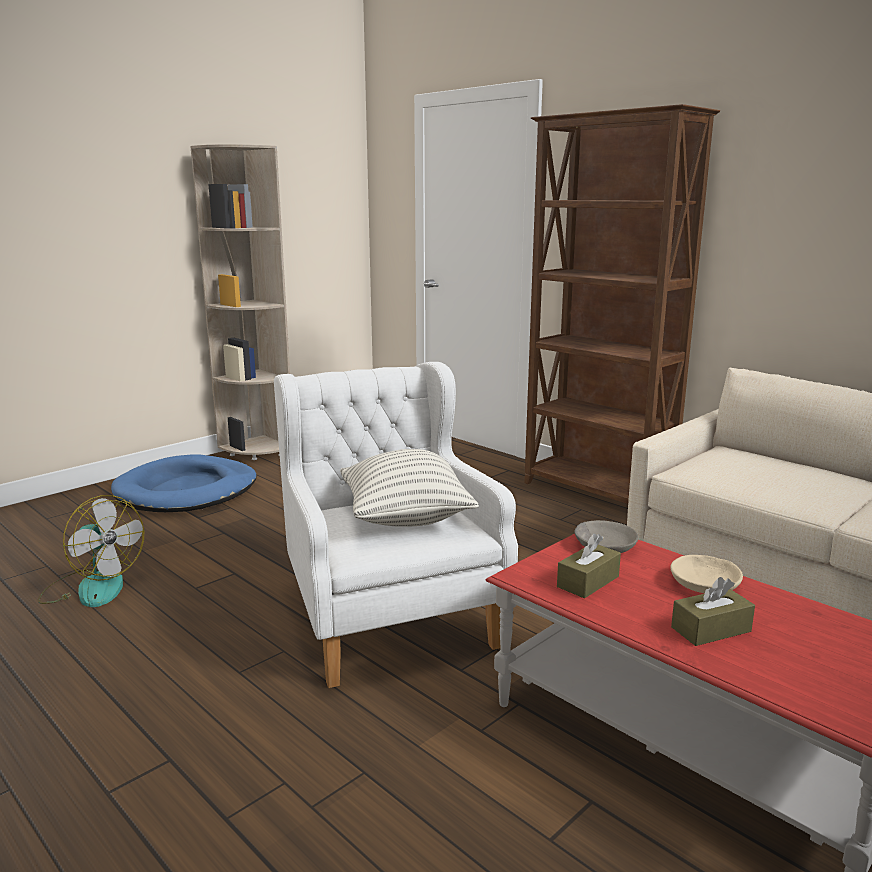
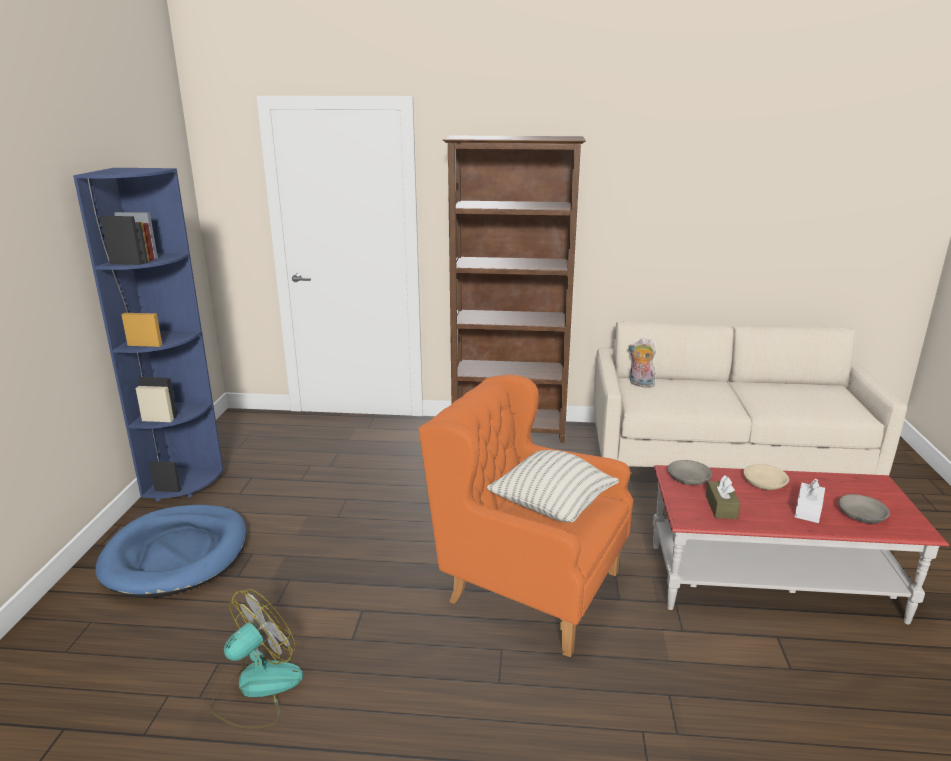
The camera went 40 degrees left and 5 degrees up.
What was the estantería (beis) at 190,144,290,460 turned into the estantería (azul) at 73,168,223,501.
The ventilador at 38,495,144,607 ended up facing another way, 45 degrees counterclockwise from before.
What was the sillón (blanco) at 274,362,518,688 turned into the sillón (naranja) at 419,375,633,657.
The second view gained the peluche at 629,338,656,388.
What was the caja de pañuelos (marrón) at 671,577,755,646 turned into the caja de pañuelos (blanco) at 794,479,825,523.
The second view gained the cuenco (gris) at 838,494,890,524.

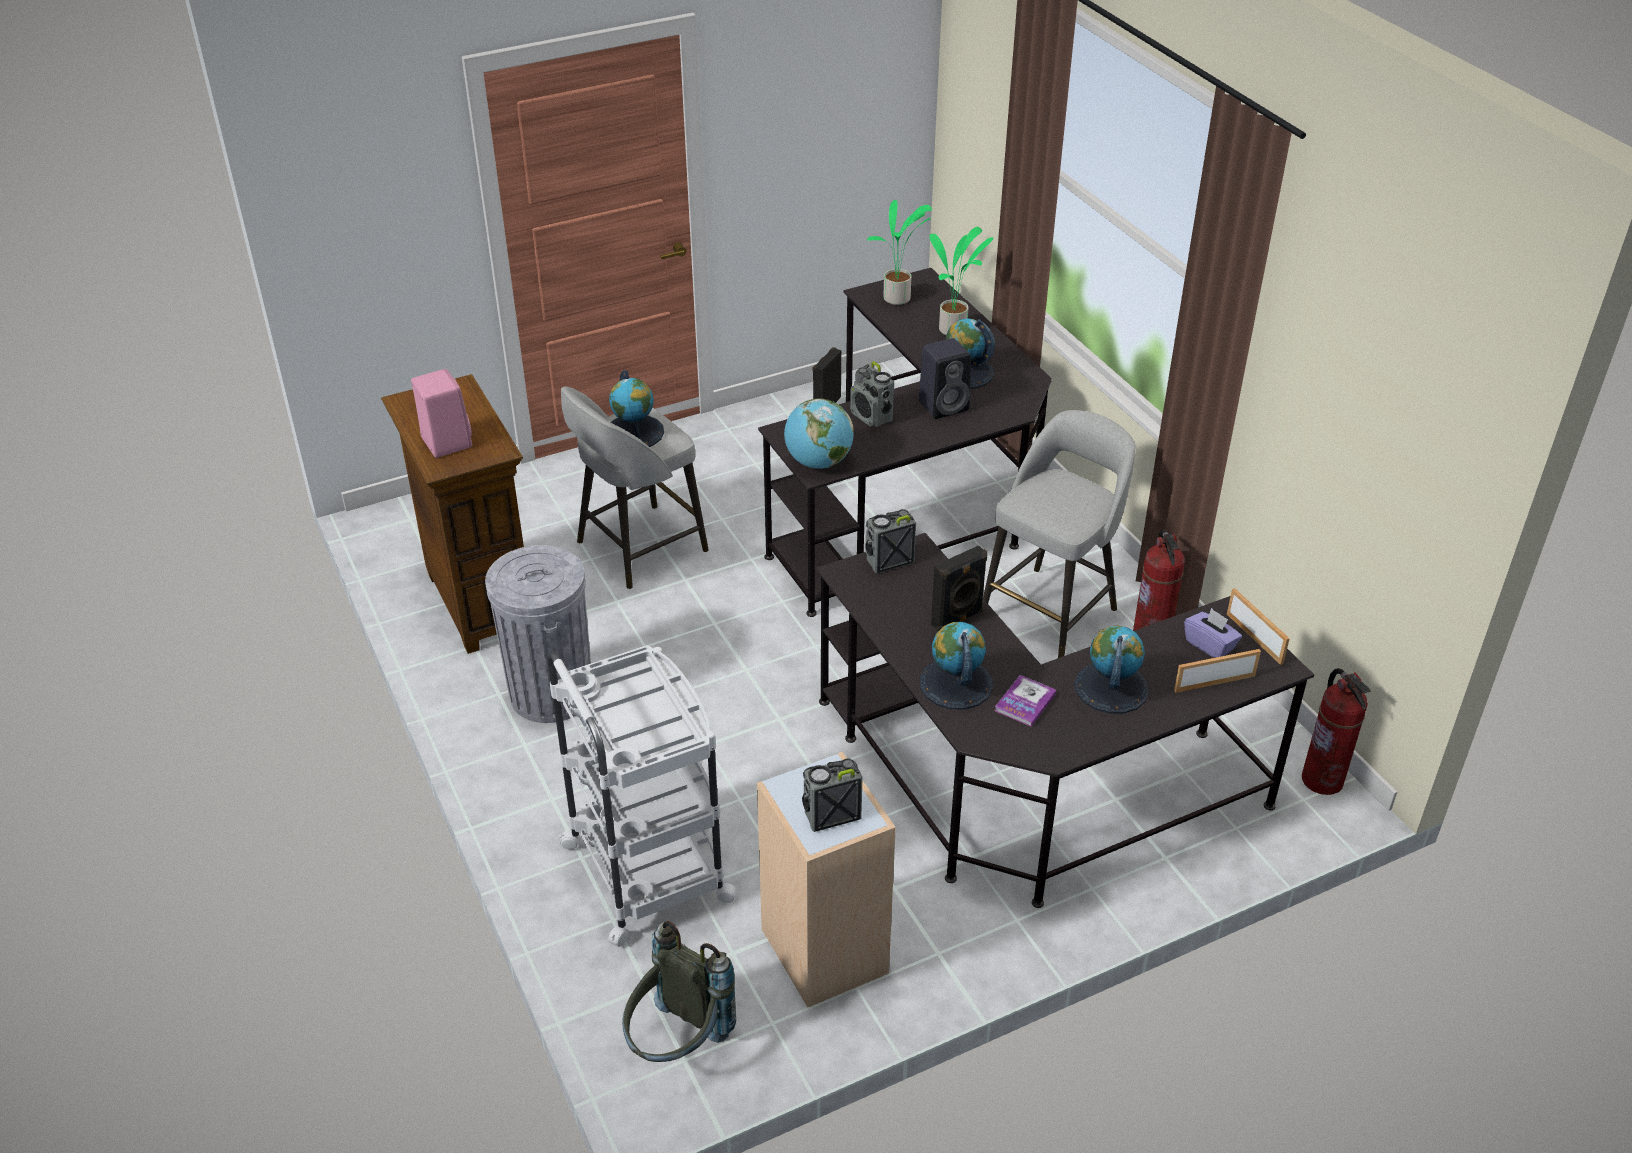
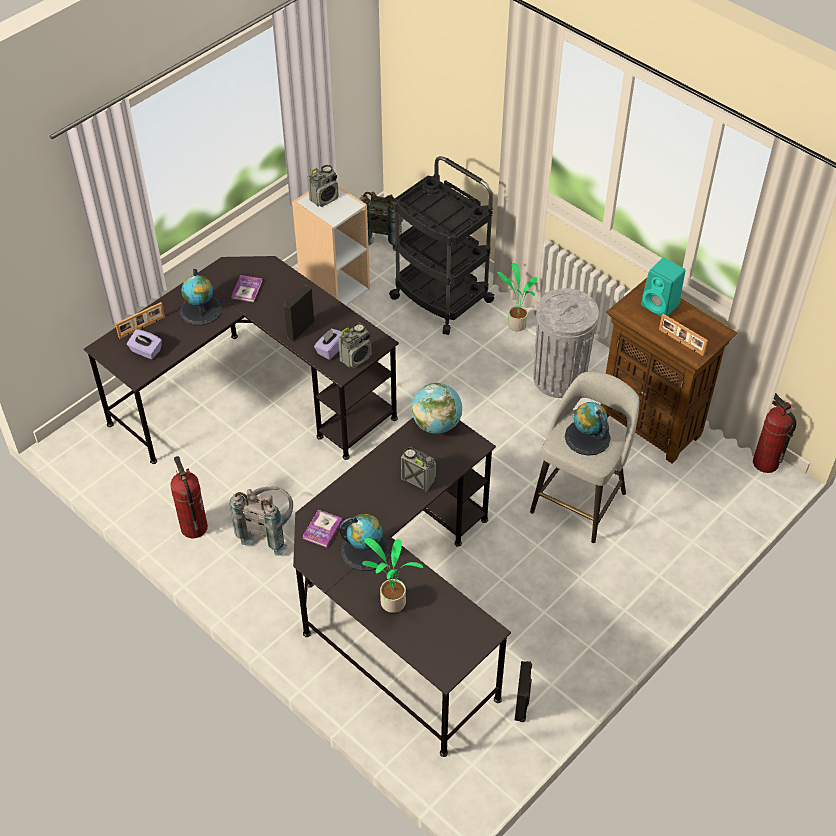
The camera went 160 degrees right and 10 degrees up.
Where the taburete (gris) stood at 983,410,1136,658, the mochila (gris) came to stand at 230,487,293,556.
The second view gained the libro at 302,510,343,548.
The second view gained the caja de pañuelos (morado) at 314,328,345,360.
What was the carrito (blanco) at 547,645,736,947 turned into the carrito (negro) at 389,156,494,335.
The planta en maceta ended up elsewhere, having gone from 867,200,932,305 to 497,263,538,331.
What was the altavoz (rosa) at 411,369,472,458 turned into the altavoz (turquesa) at 641,258,685,316.
The portarretratos ended up elsewhere, having gone from 1227,588,1290,665 to 659,314,708,356.
The extintor ended up elsewhere, having gone from 1302,668,1371,795 to 753,393,796,473.
The second view lost the altavoz (negro) at 919,338,971,419.
The second view lost the globo terráqueo at 920,622,993,709.

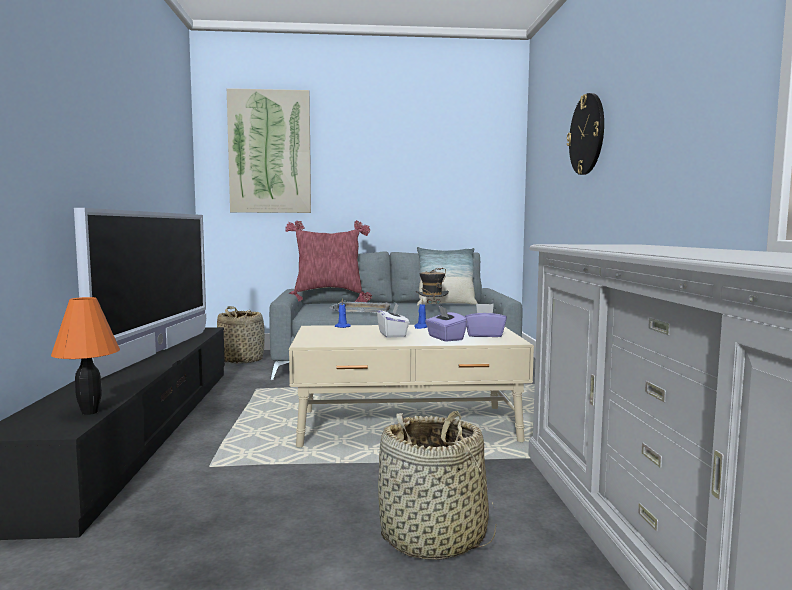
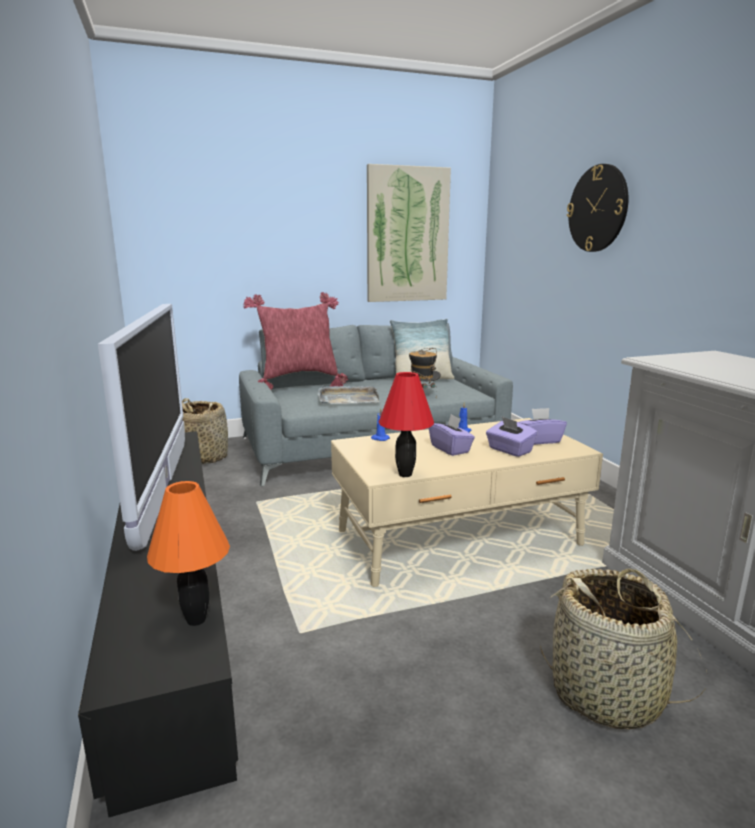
The camera went 15 degrees left and 10 degrees up.
The cuadro ended up elsewhere, having gone from 227,88,311,213 to 367,164,451,302.
The second view gained the lámpara de mesa (rojo) at 378,372,434,477.
What was the caja de pañuelos (blanco) at 377,304,410,338 turned into the caja de pañuelos (morado) at 429,414,475,456.

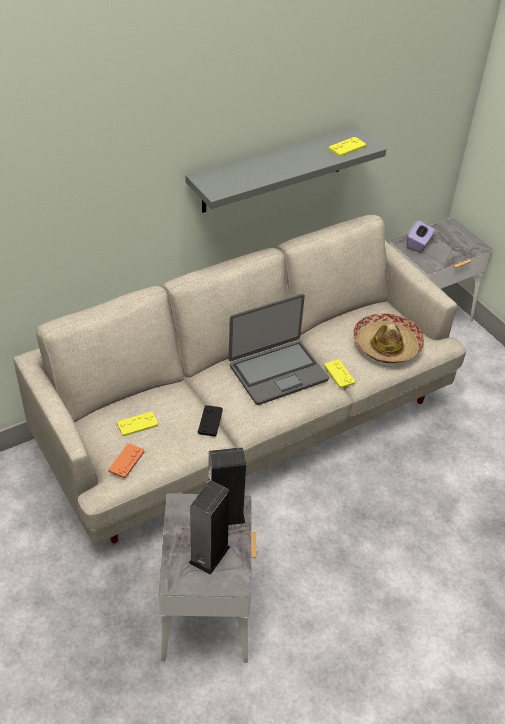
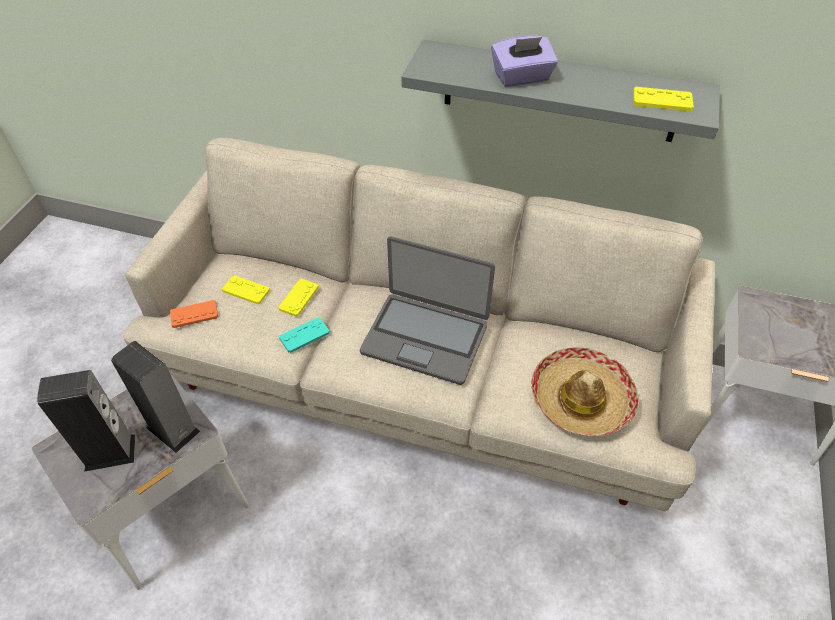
The camera went 50 degrees right and 5 degrees up.
The mando de consola (amarillo) ended up elsewhere, having gone from 324,359,355,388 to 278,279,319,317.
What was the mando de consola (negro) at 198,405,223,437 turned into the mando de consola (turquesa) at 279,317,330,353.
The caja de pañuelos (morado) ended up elsewhere, having gone from 406,220,435,253 to 491,35,558,87.

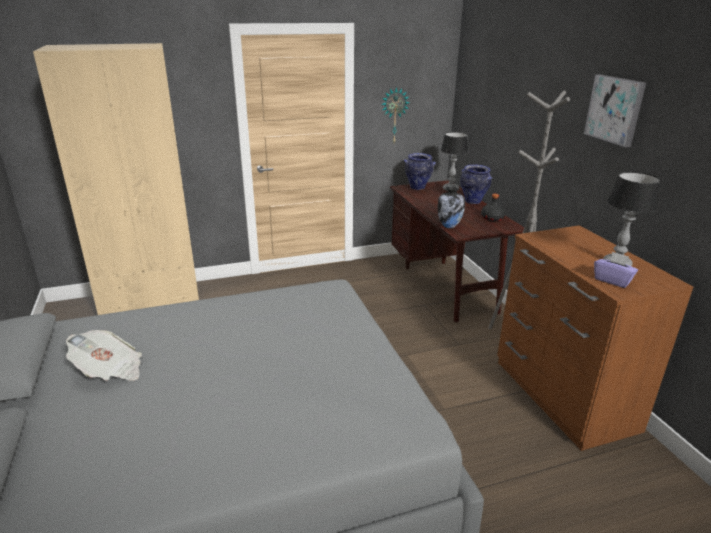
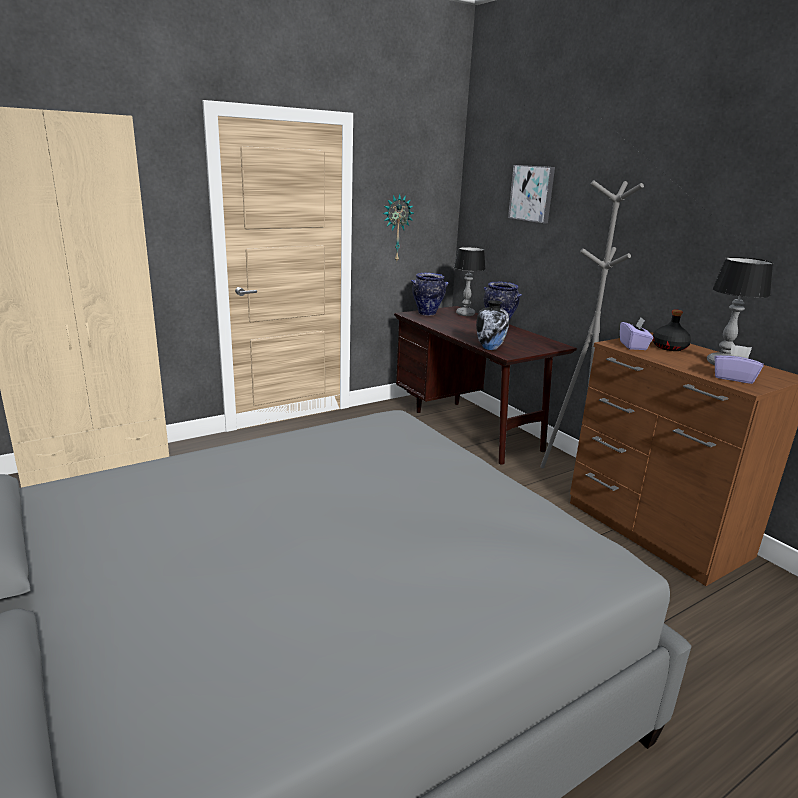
The camera went 15 degrees left and 5 degrees down.
The cuadro ended up elsewhere, having gone from 584,74,646,148 to 508,165,555,223.
The second view gained the caja de pañuelos (morado) at 620,317,653,350.
The botella (negro) ended up elsewhere, having gone from 481,194,505,221 to 653,309,691,351.
The second view lost the periódico at 66,330,142,381.

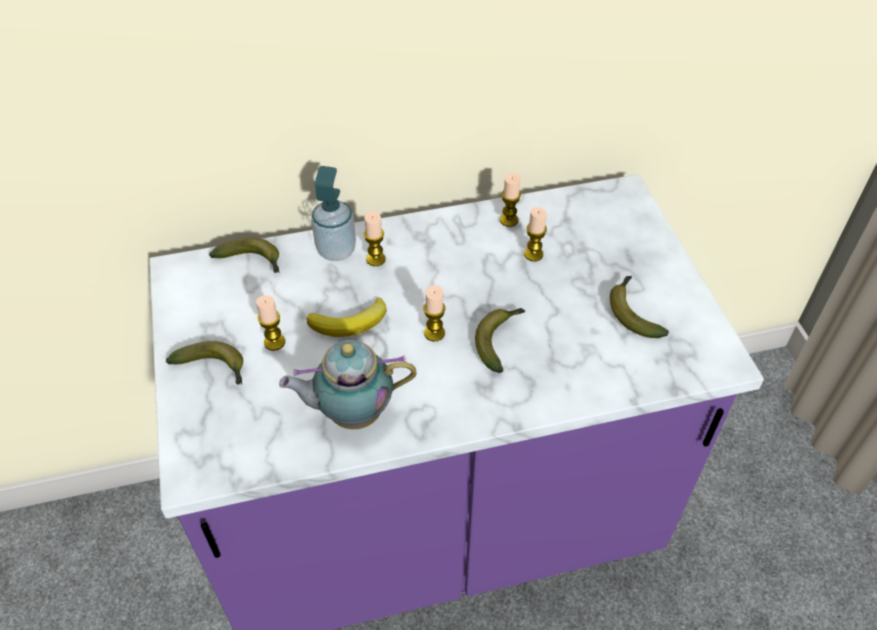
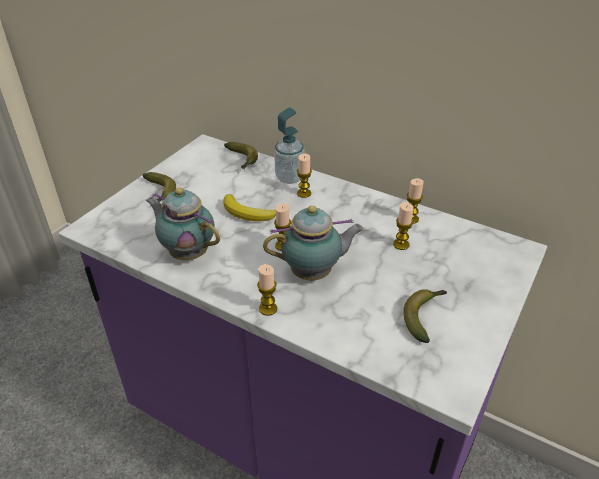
The camera went 45 degrees right and 10 degrees down.
The vela ended up elsewhere, having gone from 256,295,285,351 to 257,264,277,316.
Where the plátano stood at 475,308,525,373, the tetera came to stand at 263,206,364,280.

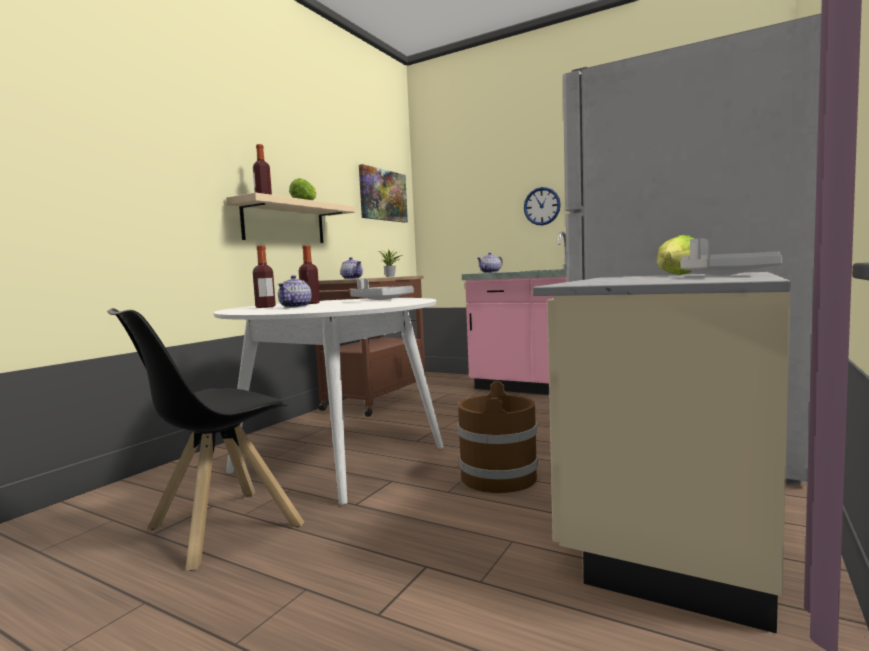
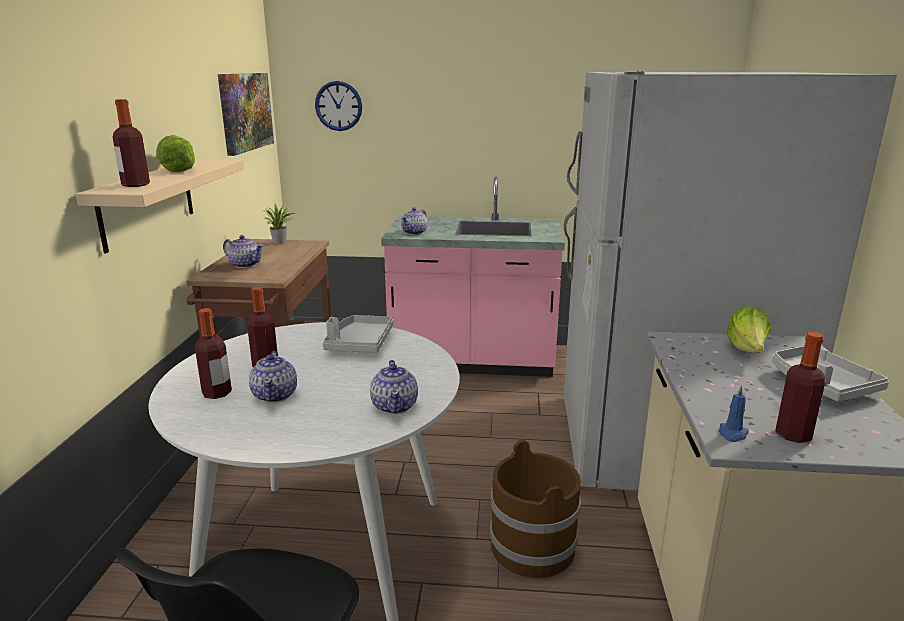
The camera went 25 degrees left and 15 degrees up.
The reloj de pared ended up elsewhere, having gone from 524,187,561,225 to 315,81,362,131.
The second view gained the tetera at 370,360,418,414.
The second view gained the vela (azul) at 719,385,749,442.
The second view gained the botella at 775,332,825,443.

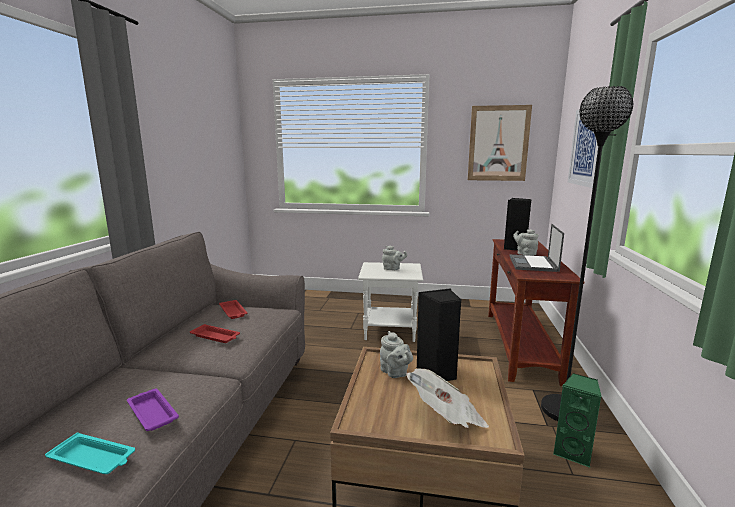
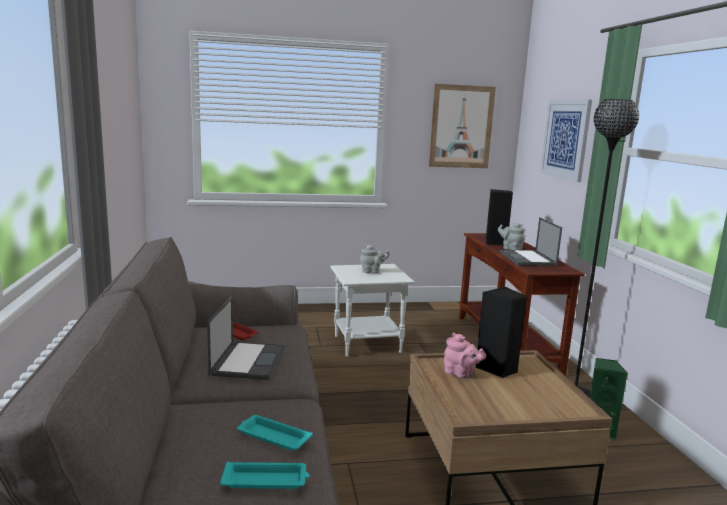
The camera went 20 degrees left and 0 degrees up.
Where the bandeja (rojo) stood at 190,324,240,343, the portátil came to stand at 207,296,285,380.
What was the bandeja (morado) at 127,389,179,431 turned into the bandeja (turquesa) at 237,415,313,451.
What was the tetera (gris) at 380,331,413,378 turned into the tetera (rosa) at 444,333,486,378.
The second view lost the periódico at 406,369,489,428.

